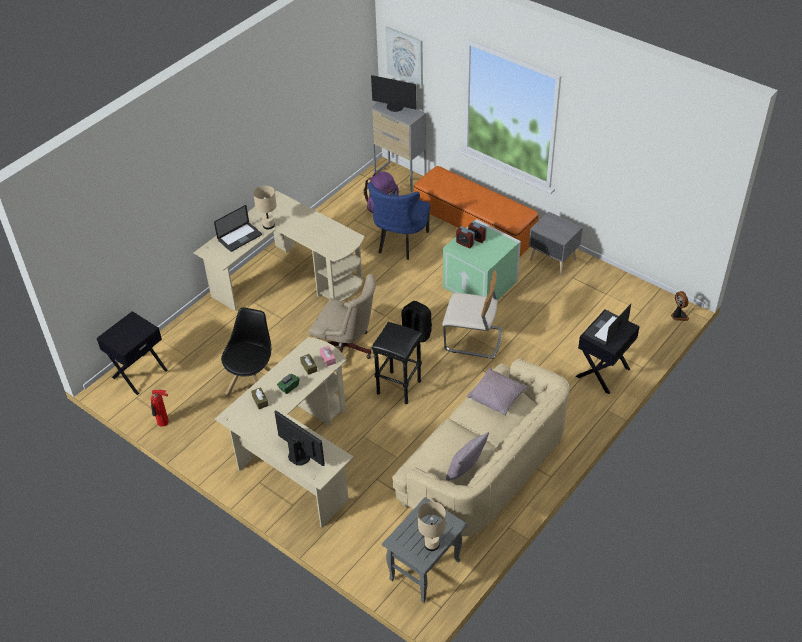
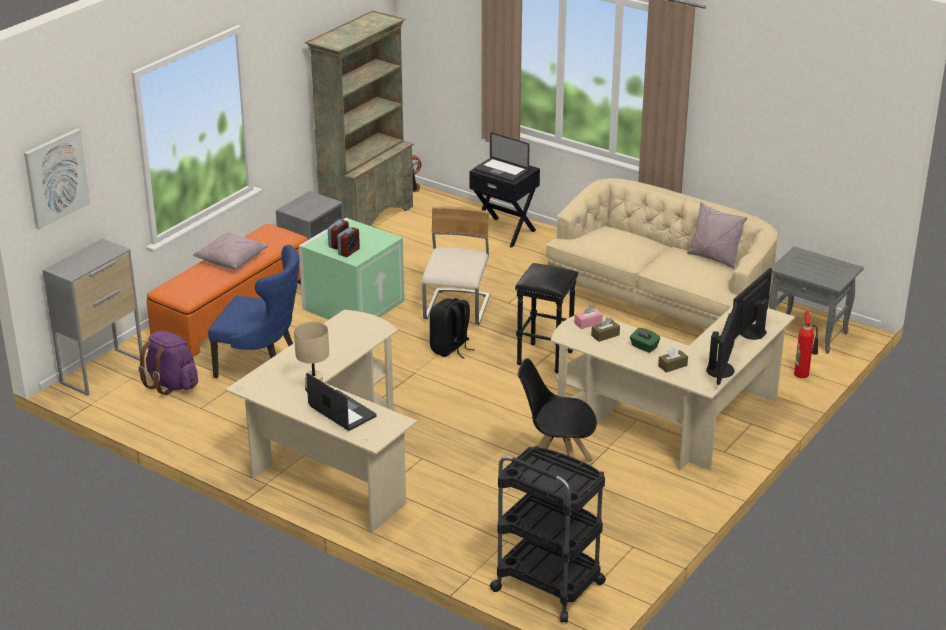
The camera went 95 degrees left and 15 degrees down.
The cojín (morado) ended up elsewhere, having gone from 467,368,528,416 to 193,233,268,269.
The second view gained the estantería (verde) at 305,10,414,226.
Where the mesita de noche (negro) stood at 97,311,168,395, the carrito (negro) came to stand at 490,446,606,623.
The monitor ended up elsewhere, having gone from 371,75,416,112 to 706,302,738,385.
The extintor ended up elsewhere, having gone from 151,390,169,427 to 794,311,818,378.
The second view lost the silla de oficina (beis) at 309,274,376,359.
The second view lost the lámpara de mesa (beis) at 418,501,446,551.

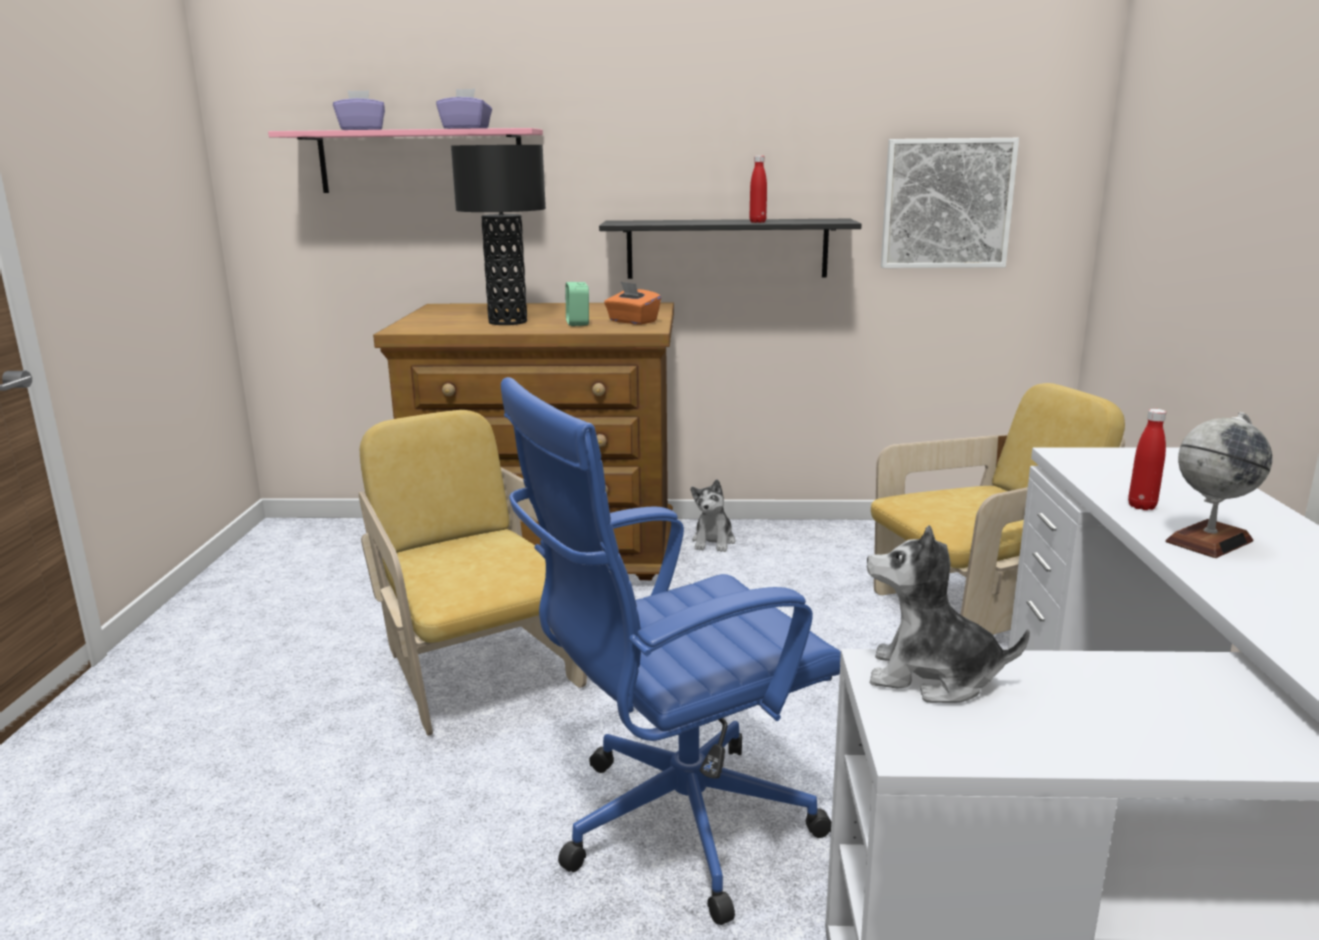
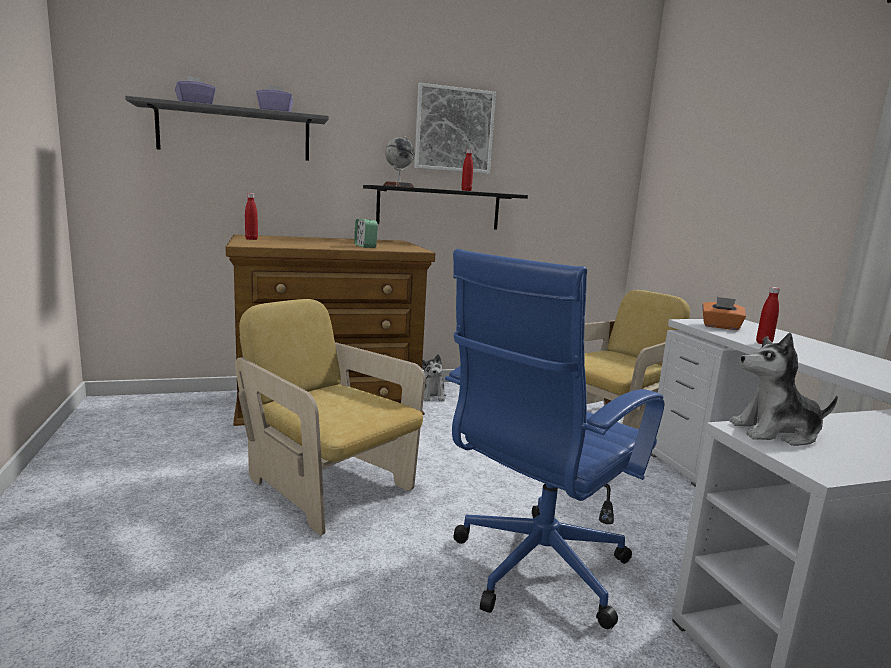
The camera went 20 degrees left and 5 degrees down.
What was the estante (rosa) at 268,128,543,193 turned into the estante (gris) at 125,96,329,161.
The second view gained the botella (rojo) at 245,193,258,240.
The globo terráqueo ended up elsewhere, having gone from 1165,412,1272,558 to 383,136,415,188.
The cuadro ended up elsewhere, having gone from 881,138,1019,268 to 414,83,496,174.
The caja de pañuelos (naranja) ended up elsewhere, having gone from 604,282,661,325 to 702,297,746,330.
The second view lost the lámpara de mesa (negro) at 451,145,546,325.

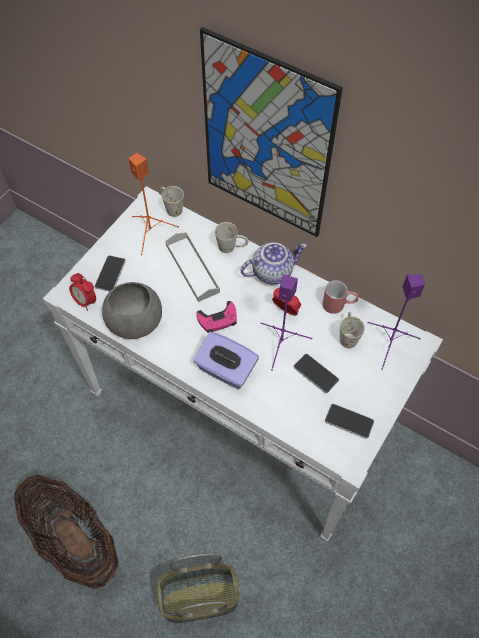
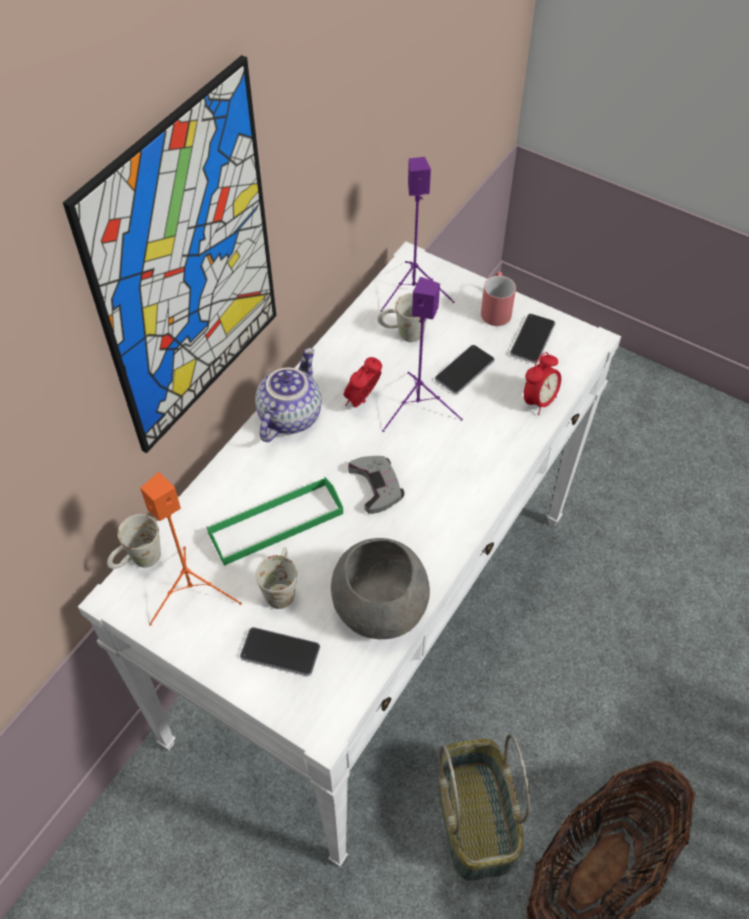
The camera went 90 degrees left and 5 degrees down.
What was the bandeja (gris) at 165,232,220,302 turned into the bandeja (verde) at 207,477,343,566.
The tetera at 240,242,307,285 ended up facing another way, 45 degrees clockwise from before.
The taza grande (blanco) ended up elsewhere, having gone from 215,222,249,253 to 255,547,297,609.
What was the mando de consola (rosa) at 197,301,237,333 turned into the mando de consola (gris) at 348,456,404,514.
The cesta ended up elsewhere, having gone from 156,553,239,623 to 438,734,530,881.
The taza grande (rojo) ended up elsewhere, having gone from 322,280,358,314 to 481,271,516,326.
The despertador ended up elsewhere, having gone from 69,273,96,311 to 524,352,561,415.
The second view lost the caja de pañuelos (morado) at 193,331,259,389.

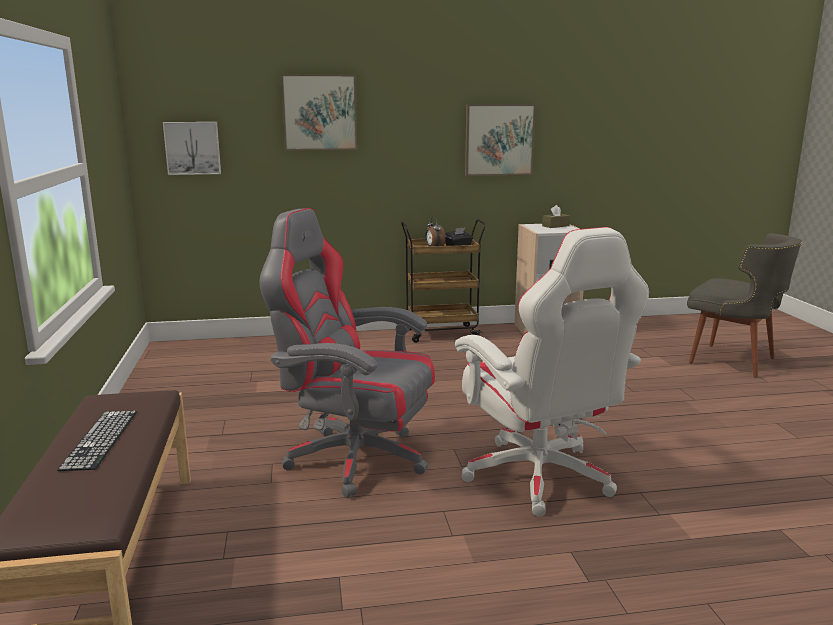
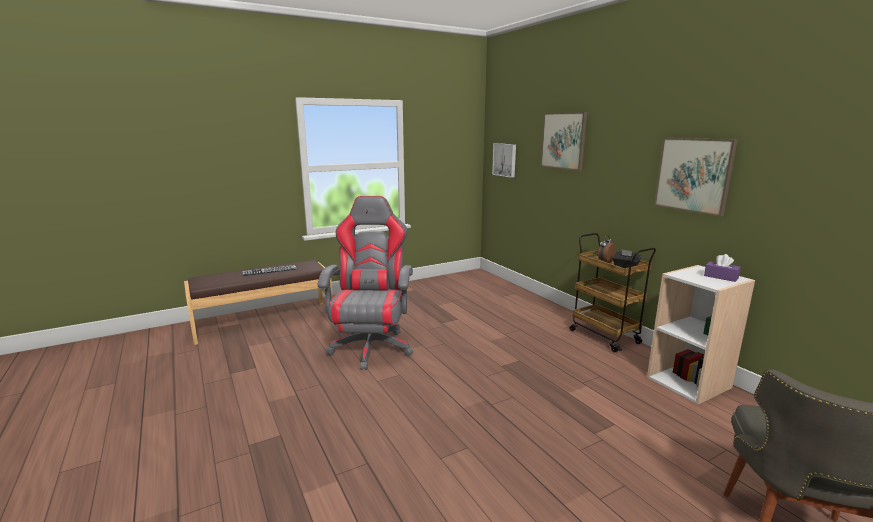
The camera went 70 degrees right and 0 degrees up.
What was the caja de pañuelos (marrón) at 542,205,570,228 turned into the caja de pañuelos (morado) at 704,254,741,282.
The second view lost the silla de oficina (blanco) at 455,227,649,517.

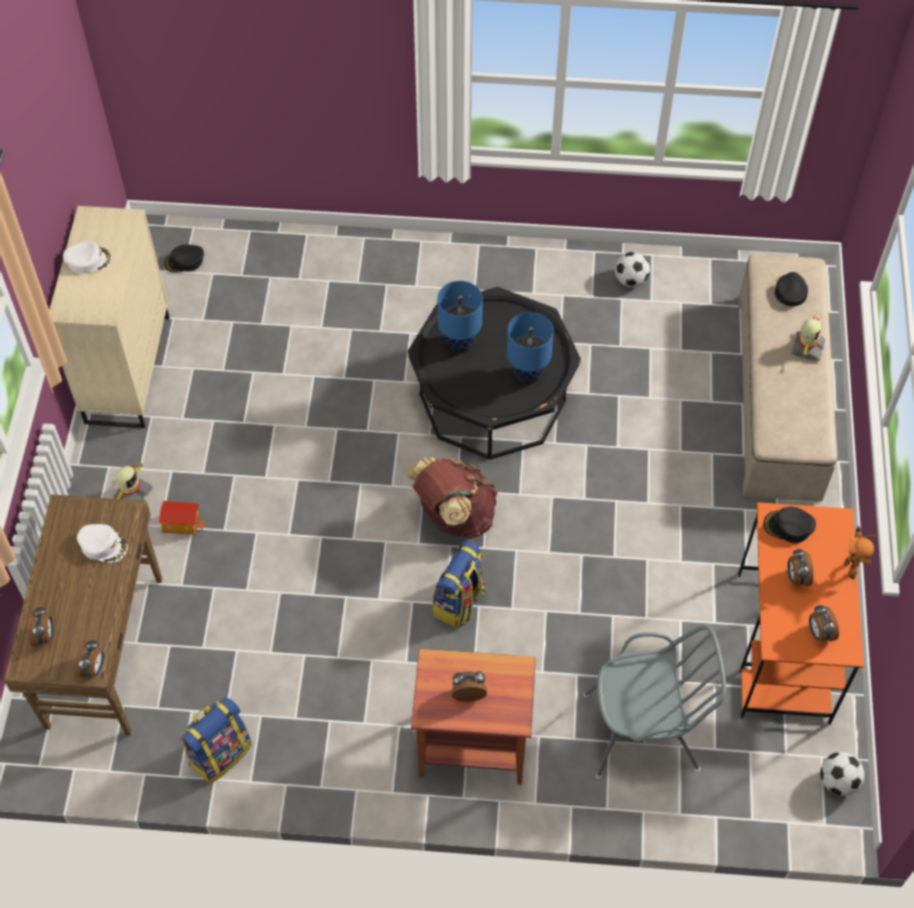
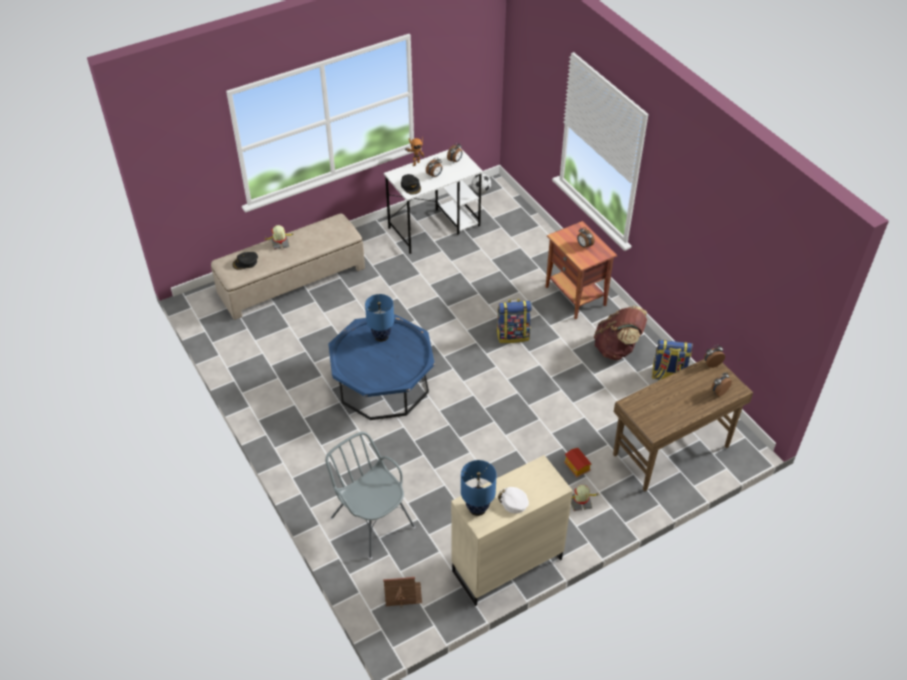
The camera went 125 degrees left and 10 degrees down.
The silla (gris) ended up elsewhere, having gone from 583,625,726,779 to 325,432,416,560.
What was the mesa de centro (negro) at 408,287,581,460 turned into the mesa de centro (azul) at 328,314,435,420.
What was the escritorio (naranja) at 738,502,864,725 turned into the escritorio (blanco) at 383,147,483,254.
Where the gorra (negro) stood at 165,245,204,273, the casita came to stand at 383,577,422,606.
The lámpara de mesa (azul) ended up elsewhere, having gone from 437,281,483,353 to 461,460,497,516.
The mochila (marrón) ended up elsewhere, having gone from 405,457,498,539 to 594,306,647,360.
The second view lost the gorra (blanco) at 77,524,128,563.
The second view lost the balón de fútbol at 615,252,650,287.

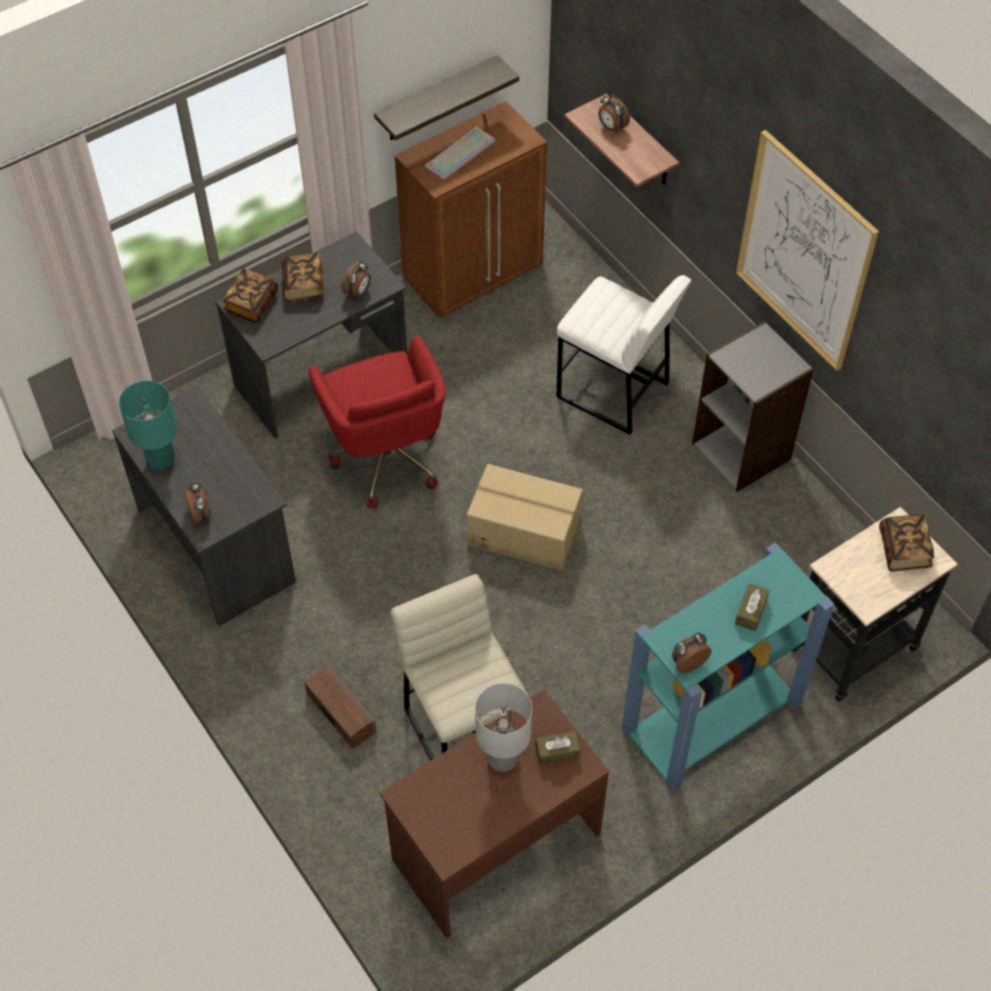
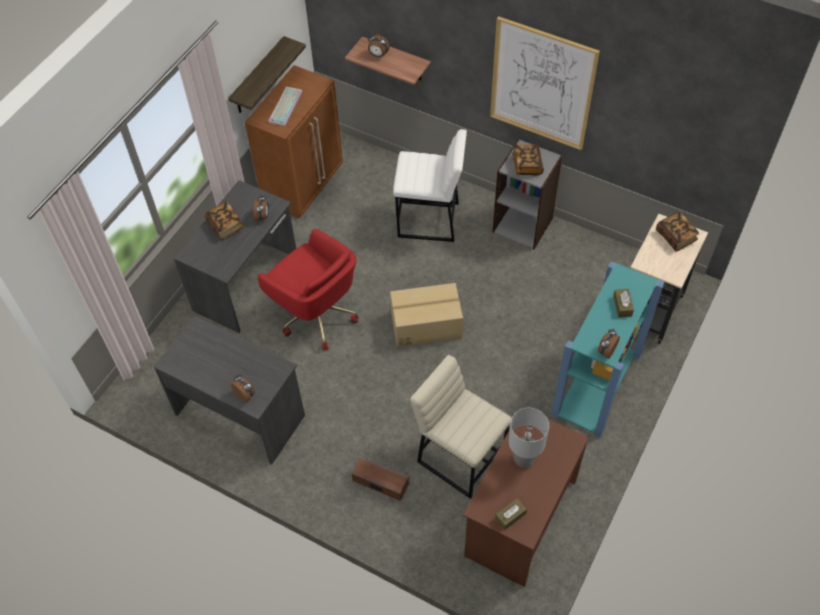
The camera went 25 degrees left and 0 degrees up.
The caja de pañuelos (marrón) ended up elsewhere, having gone from 535,731,580,765 to 495,498,527,530.
The libro ended up elsewhere, having gone from 222,269,278,323 to 513,144,544,175.
The second view lost the lámpara de mesa (turquesa) at 119,381,178,471.

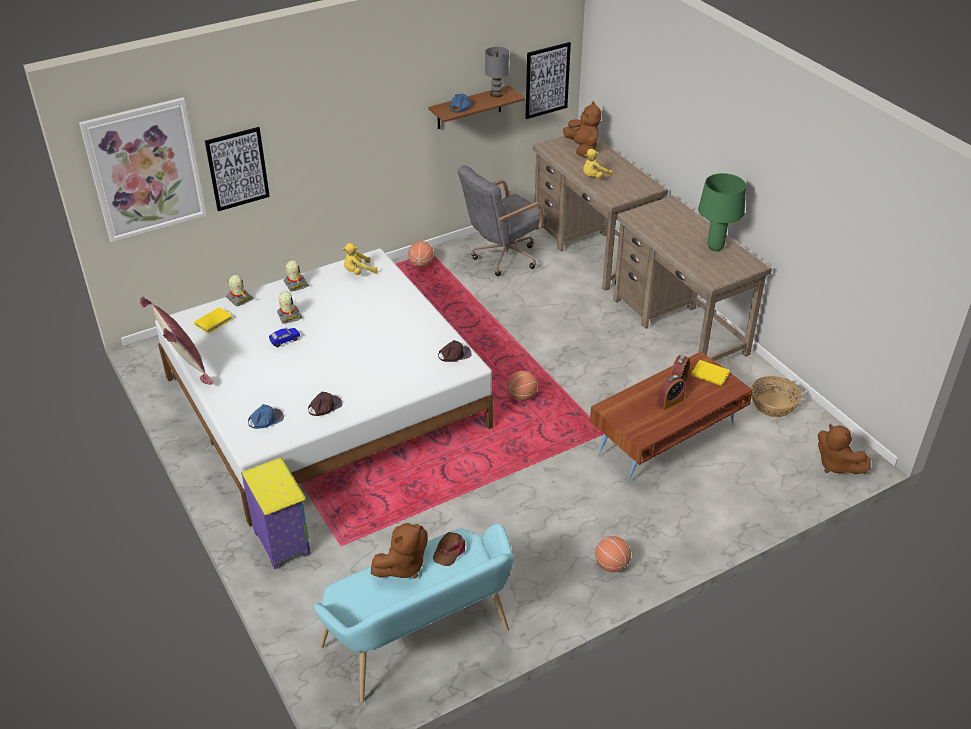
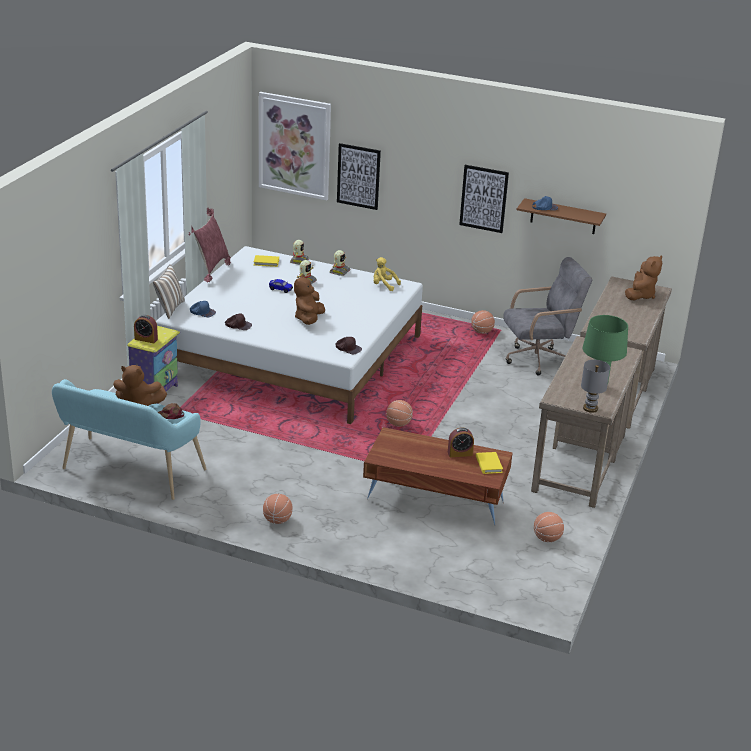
The camera went 50 degrees right and 10 degrees down.
The despertador ended up elsewhere, having gone from 657,374,686,410 to 134,315,158,343.
The second view gained the cojín at 153,264,185,319.
The peluche (marrón) ended up elsewhere, having gone from 818,423,871,474 to 294,275,325,325.
The cuadro ended up elsewhere, having gone from 526,42,571,119 to 459,165,509,233.
The silla de oficina (gris) at 458,165,547,276 ended up facing another way, 150 degrees clockwise from before.
Where the cesta stood at 751,376,802,417, the balón de baloncesto came to stand at 534,512,564,542.
The lámpara de mesa (gris) ended up elsewhere, having gone from 485,47,509,97 to 581,360,610,413.
The second view lost the peluche (amarillo) at 583,149,613,179.

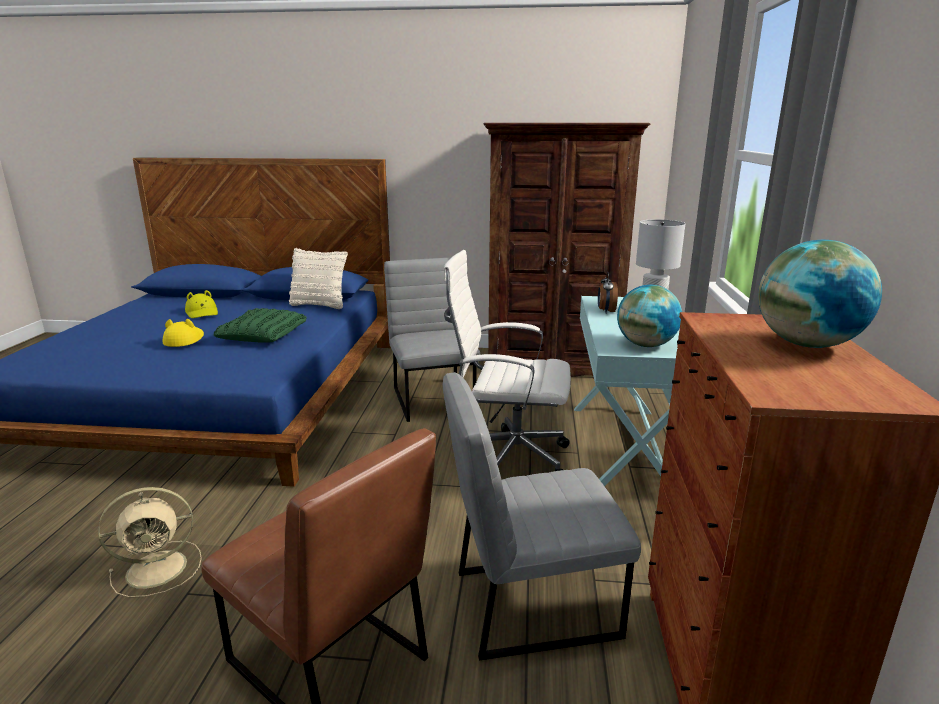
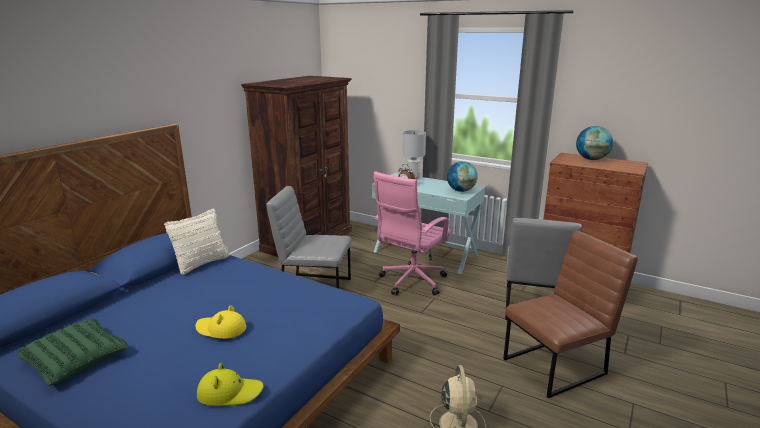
The camera went 65 degrees left and 0 degrees up.
The cojín (verde) ended up elsewhere, having gone from 213,308,307,343 to 17,318,129,386.
The sombrero (amarillo) ended up elsewhere, having gone from 185,290,218,318 to 197,363,264,406.
What was the silla de oficina (blanco) at 444,250,571,471 turned into the silla de oficina (rosa) at 374,171,451,296.

